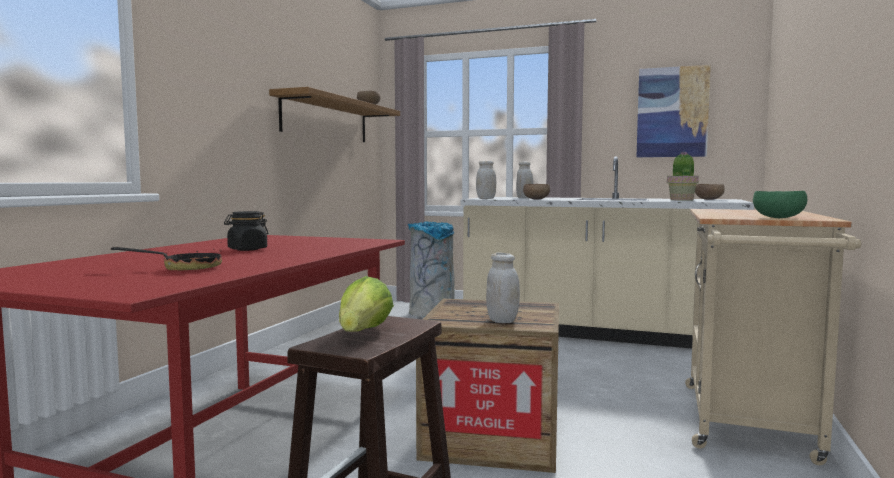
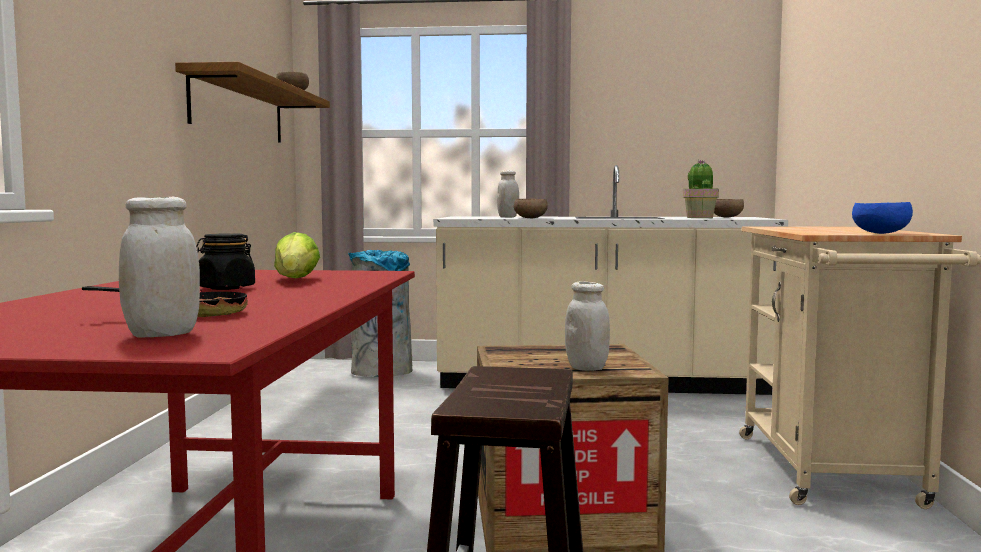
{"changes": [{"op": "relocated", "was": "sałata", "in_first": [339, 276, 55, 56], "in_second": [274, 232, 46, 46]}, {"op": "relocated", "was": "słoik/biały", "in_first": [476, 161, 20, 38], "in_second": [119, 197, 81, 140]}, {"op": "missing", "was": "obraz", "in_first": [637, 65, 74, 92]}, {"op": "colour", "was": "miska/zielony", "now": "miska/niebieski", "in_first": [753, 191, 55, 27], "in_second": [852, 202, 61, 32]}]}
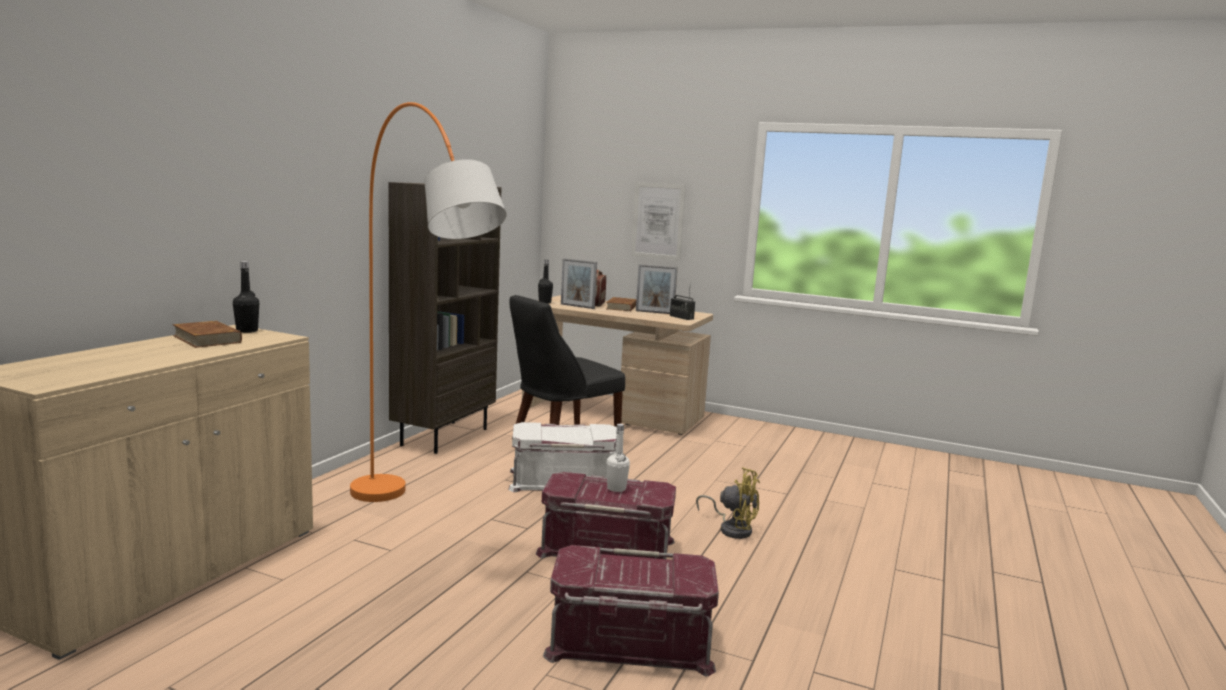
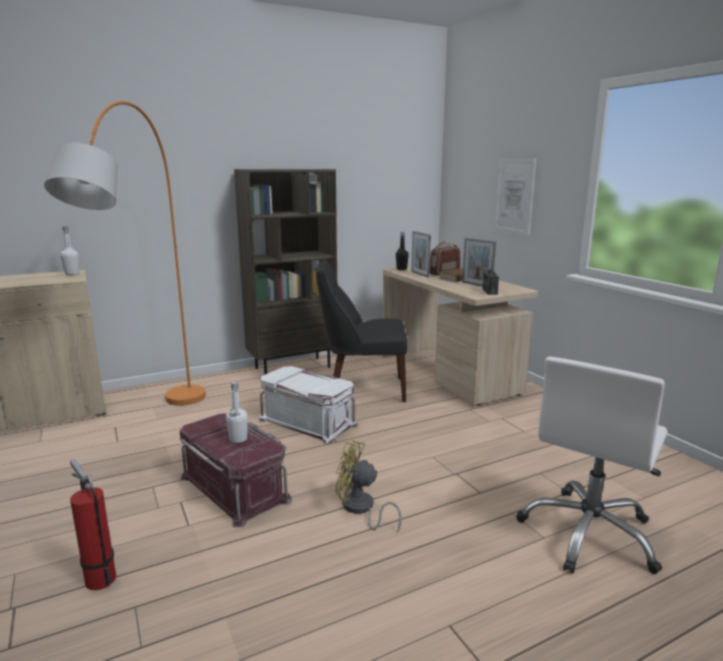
{"changes": [{"op": "missing", "was": "książka/brązowy", "in_first": [172, 321, 70, 27]}, {"op": "colour", "was": "butelka/czarny", "now": "butelka/biały", "in_first": [233, 261, 26, 72], "in_second": [60, 227, 20, 48]}, {"op": "exchanged", "was": "pojemnik do przechowywania/czerwony", "now": "gaśnica", "in_first": [543, 545, 176, 131], "in_second": [70, 459, 46, 131]}, {"op": "spun", "was": "wentylator/żółty", "in_first": [696, 467, 64, 72], "in_second": [336, 441, 66, 92], "clockwise": 135}, {"op": "appeared", "now": "krzesło biurowe/biały", "in_second": [516, 357, 152, 217]}]}
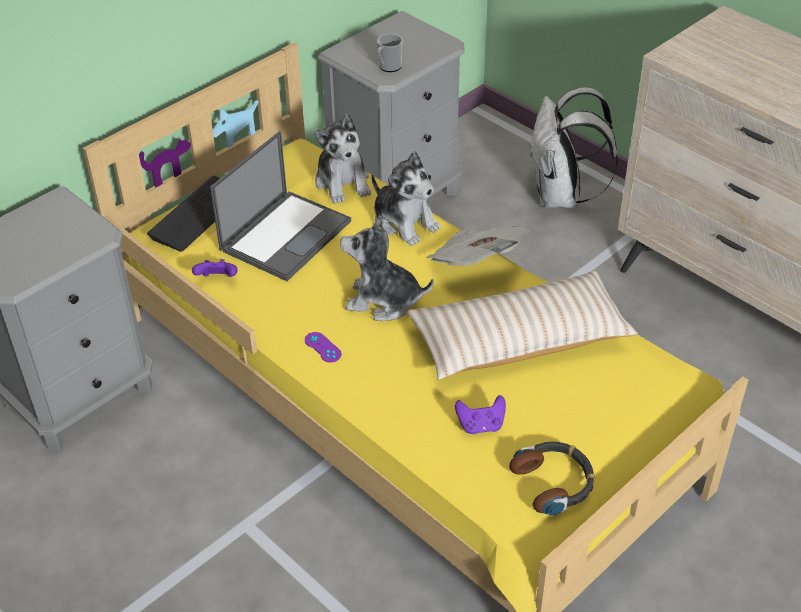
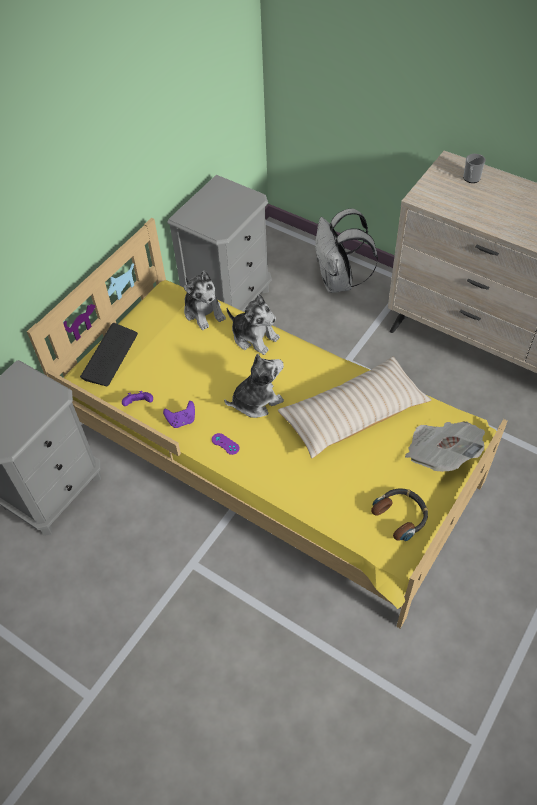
{"changes": [{"op": "missing", "was": "laptop", "in_first": [210, 131, 141, 150]}, {"op": "spun", "was": "pluszak", "in_first": [340, 215, 94, 106], "in_second": [224, 353, 60, 65], "clockwise": 150}, {"op": "relocated", "was": "kubek", "in_first": [377, 34, 26, 38], "in_second": [463, 154, 23, 29]}, {"op": "relocated", "was": "gazeta", "in_first": [427, 226, 103, 40], "in_second": [405, 421, 80, 51]}, {"op": "relocated", "was": "pad do gier/fioletowy", "in_first": [455, 395, 51, 39], "in_second": [163, 401, 32, 27]}]}
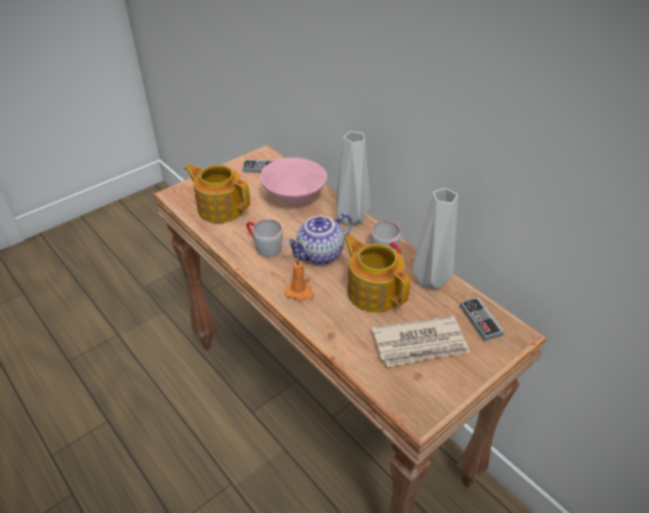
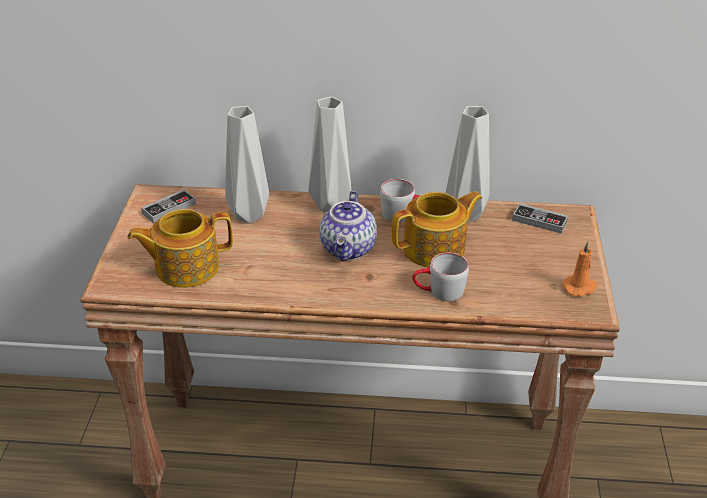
{"changes": [{"op": "relocated", "was": "kubek/szary", "in_first": [246, 219, 37, 38], "in_second": [412, 253, 57, 48]}, {"op": "exchanged", "was": "miska/różowy", "now": "wazon/szary", "in_first": [260, 158, 67, 47], "in_second": [225, 106, 44, 118]}, {"op": "relocated", "was": "świeca/pomarańczowy", "in_first": [285, 256, 29, 45], "in_second": [562, 241, 35, 56]}, {"op": "spun", "was": "imbryk", "in_first": [344, 235, 66, 77], "in_second": [392, 191, 90, 76], "clockwise": 150}, {"op": "missing", "was": "gazeta", "in_first": [372, 316, 98, 51]}]}
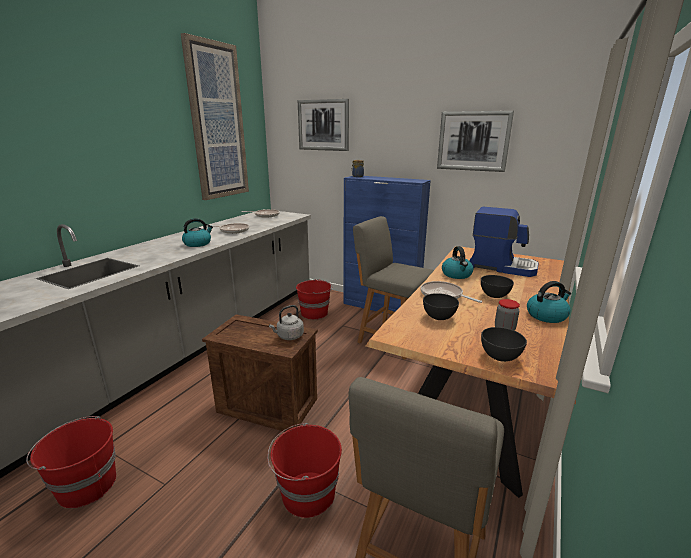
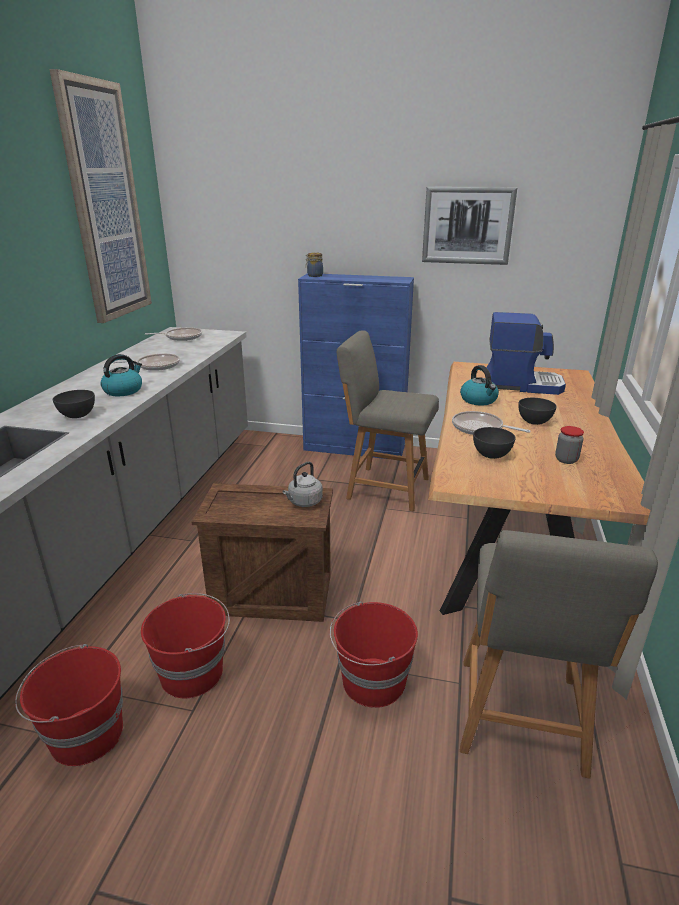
{"changes": [{"op": "relocated", "was": "wiadro/czerwony", "in_first": [296, 279, 37, 40], "in_second": [141, 593, 89, 105]}, {"op": "missing", "was": "obraz", "in_first": [298, 99, 51, 52]}, {"op": "relocated", "was": "miska/szary", "in_first": [481, 327, 46, 35], "in_second": [53, 390, 42, 28]}, {"op": "missing", "was": "czajnik", "in_first": [527, 281, 44, 42]}]}
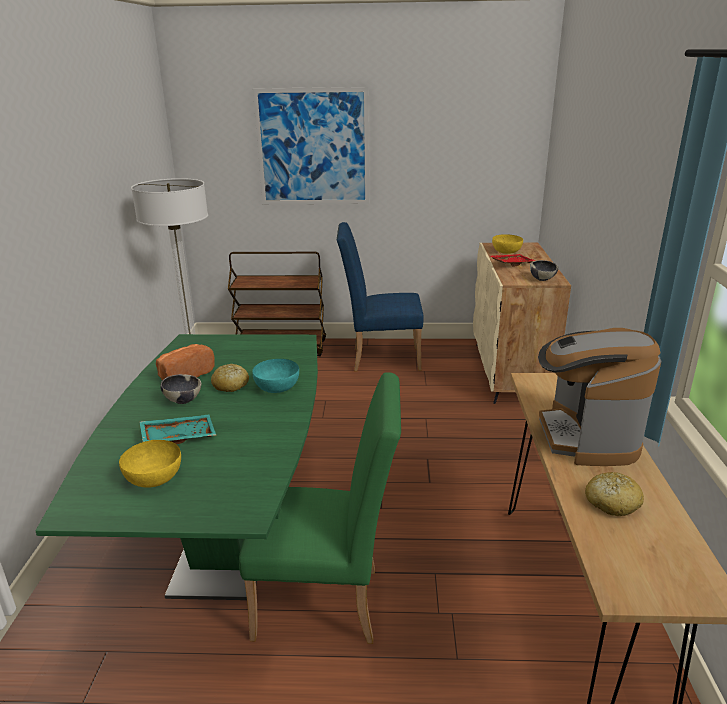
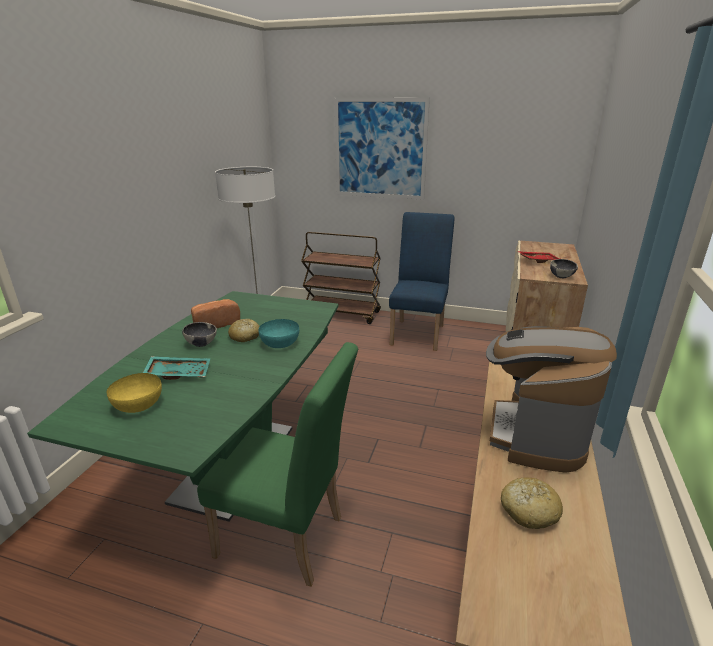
{"changes": [{"op": "spun", "was": "krzesło/niebieski", "in_first": [337, 222, 87, 150], "in_second": [389, 212, 65, 139], "clockwise": 90}, {"op": "missing", "was": "miska/żółty", "in_first": [492, 234, 31, 20]}]}
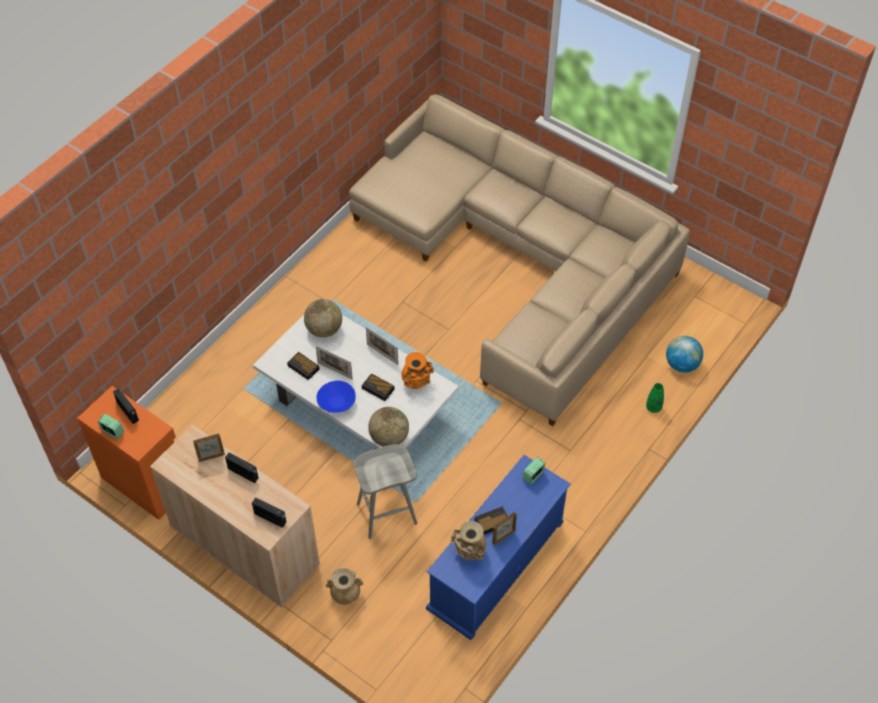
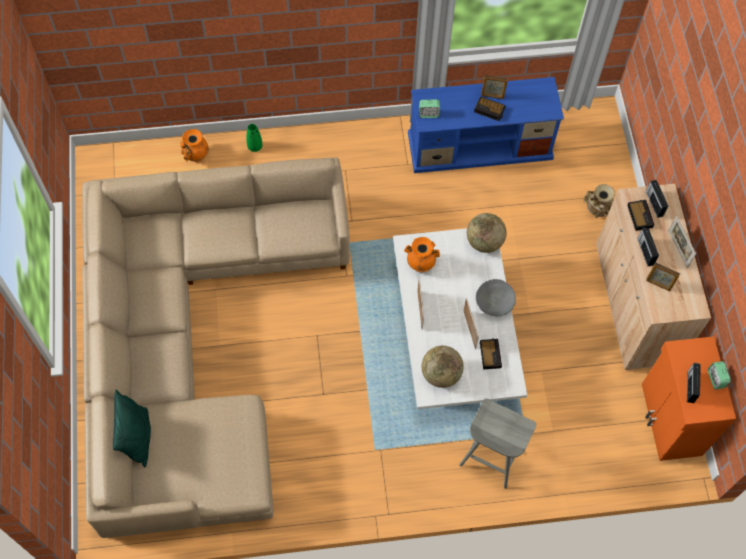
{"changes": [{"op": "colour", "was": "miska/niebieski", "now": "miska/szary", "in_first": [316, 380, 40, 33], "in_second": [476, 279, 40, 37]}, {"op": "relocated", "was": "stołek/szary", "in_first": [354, 444, 63, 95], "in_second": [459, 399, 77, 90]}, {"op": "relocated", "was": "budzik", "in_first": [362, 373, 33, 28], "in_second": [627, 200, 27, 31]}, {"op": "missing", "was": "wazon/beżowy", "in_first": [451, 521, 36, 40]}, {"op": "exchanged", "was": "globus", "now": "wazon/pomarańczowy", "in_first": [666, 336, 37, 37], "in_second": [180, 129, 29, 33]}, {"op": "appeared", "now": "poduszka/zielony", "in_second": [113, 390, 38, 77]}, {"op": "appeared", "now": "ramka na zdjęcie", "in_second": [668, 216, 28, 52]}]}
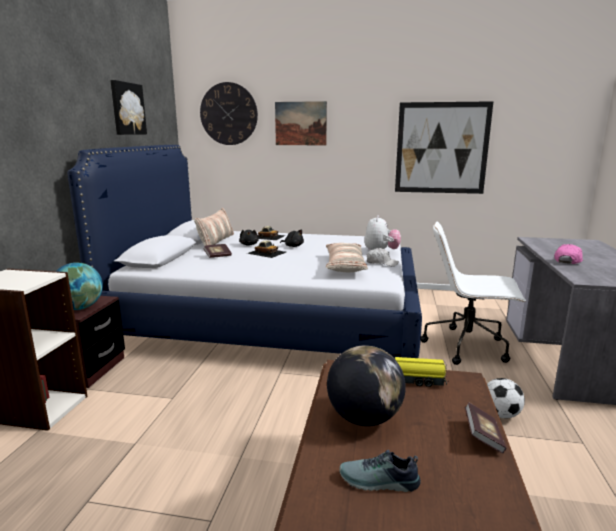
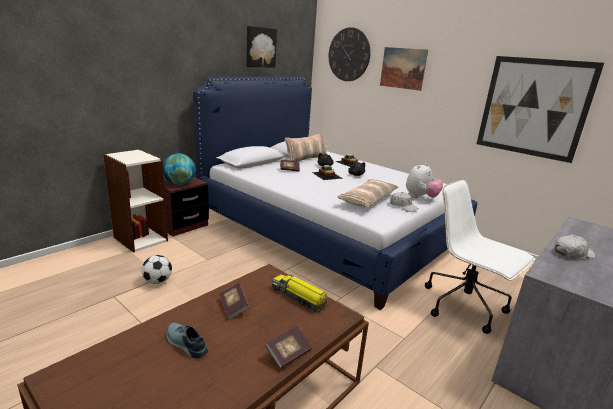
{"changes": [{"op": "exchanged", "was": "globus", "now": "książka", "in_first": [327, 345, 79, 81], "in_second": [219, 283, 30, 37]}, {"op": "relocated", "was": "piłka futbolowa", "in_first": [487, 378, 38, 41], "in_second": [141, 255, 31, 29]}, {"op": "colour", "was": "czapka z daszkiem/różowy", "now": "czapka z daszkiem/biały", "in_first": [554, 244, 29, 20], "in_second": [554, 234, 41, 24]}]}
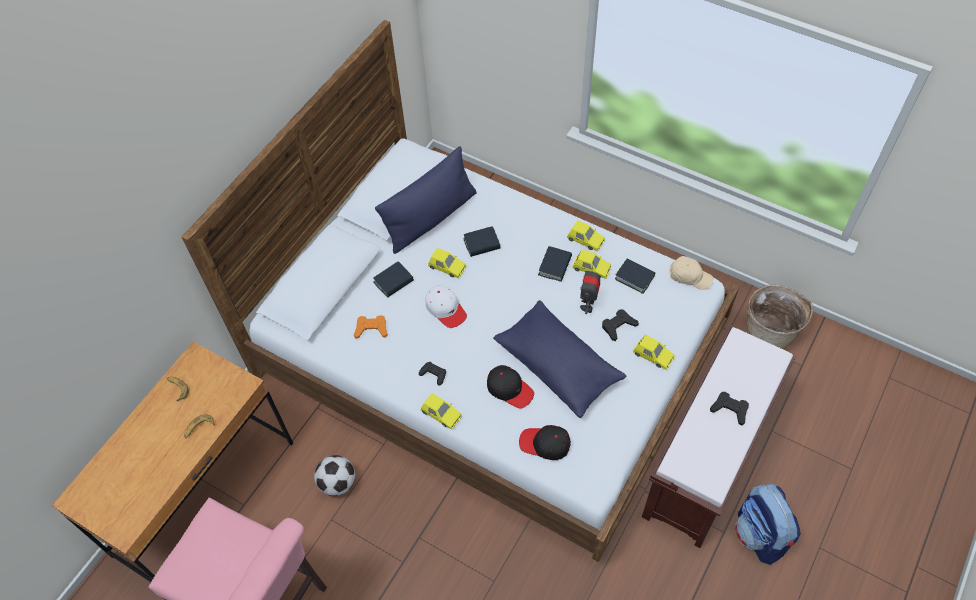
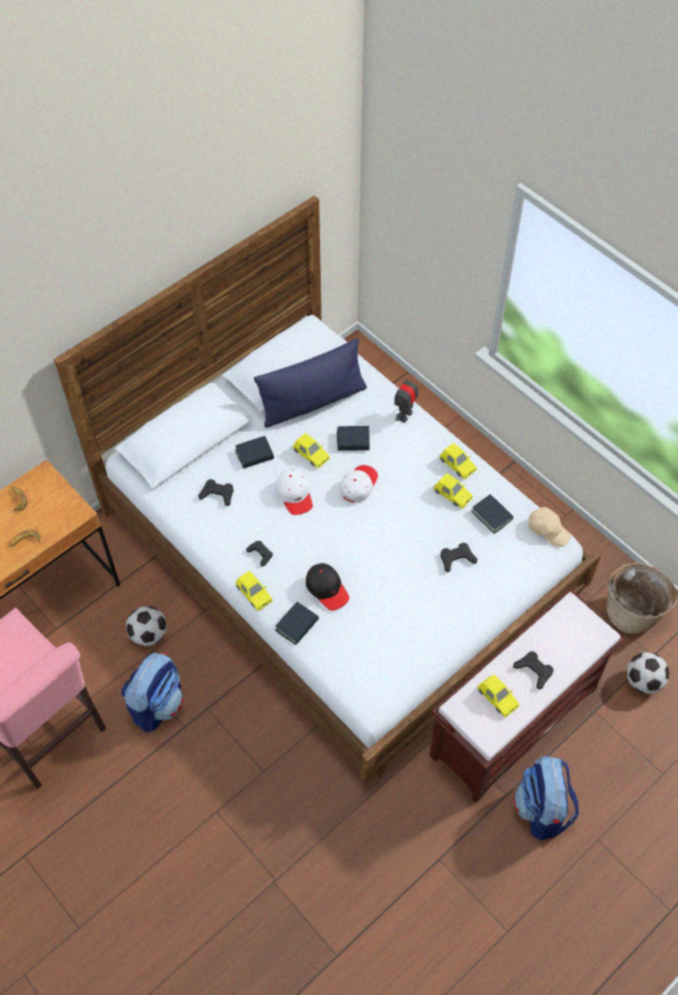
{"changes": [{"op": "colour", "was": "pad do gier/pomarańczowy", "now": "pad do gier/czarny", "in_first": [354, 315, 34, 23], "in_second": [198, 479, 35, 27]}, {"op": "missing", "was": "poduszka/niebieski", "in_first": [493, 300, 134, 118]}, {"op": "missing", "was": "czapka z daszkiem/czarny", "in_first": [519, 425, 52, 35]}, {"op": "relocated", "was": "książka", "in_first": [538, 246, 34, 36], "in_second": [275, 602, 44, 43]}, {"op": "relocated", "was": "robot zabawkowy", "in_first": [580, 262, 20, 52], "in_second": [394, 372, 24, 51]}, {"op": "relocated", "was": "samochodzik/żółty", "in_first": [633, 335, 42, 35], "in_second": [477, 674, 42, 44]}, {"op": "appeared", "now": "plecak", "in_second": [121, 653, 62, 79]}, {"op": "appeared", "now": "czapka z daszkiem/biały", "in_second": [340, 465, 38, 38]}, {"op": "appeared", "now": "piłka futbolowa", "in_second": [627, 652, 42, 42]}]}
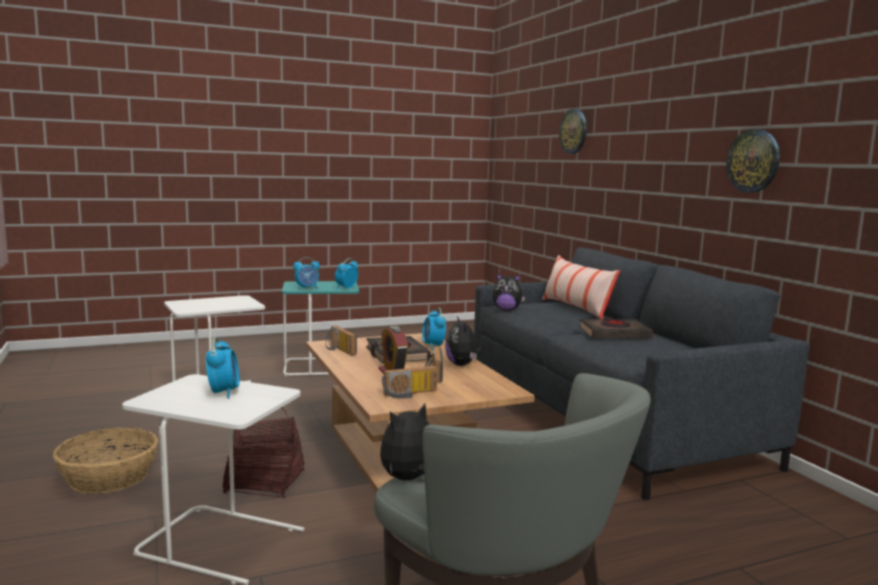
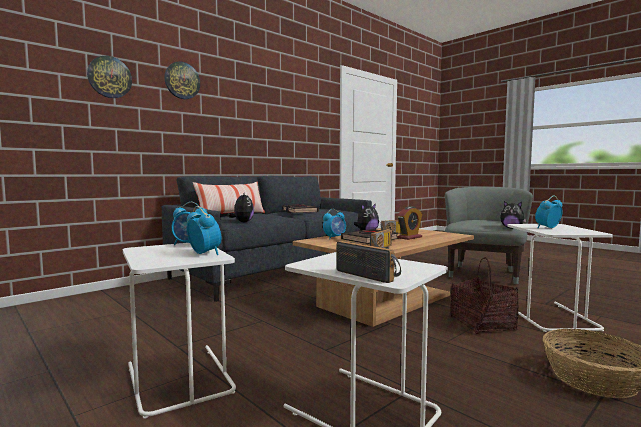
{"changes": [{"op": "colour", "was": "stolik/turkusowy", "now": "stolik/biały", "in_first": [282, 281, 77, 95], "in_second": [123, 243, 113, 176]}, {"op": "relocated", "was": "radio", "in_first": [382, 366, 56, 33], "in_second": [337, 241, 64, 42]}, {"op": "relocated", "was": "zegar ścienny", "in_first": [726, 129, 54, 64], "in_second": [164, 62, 36, 37]}]}
